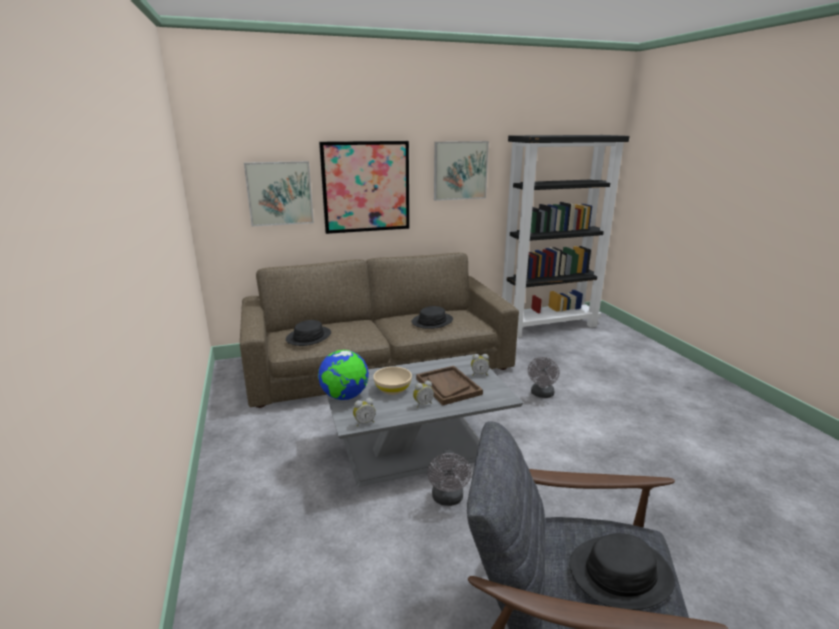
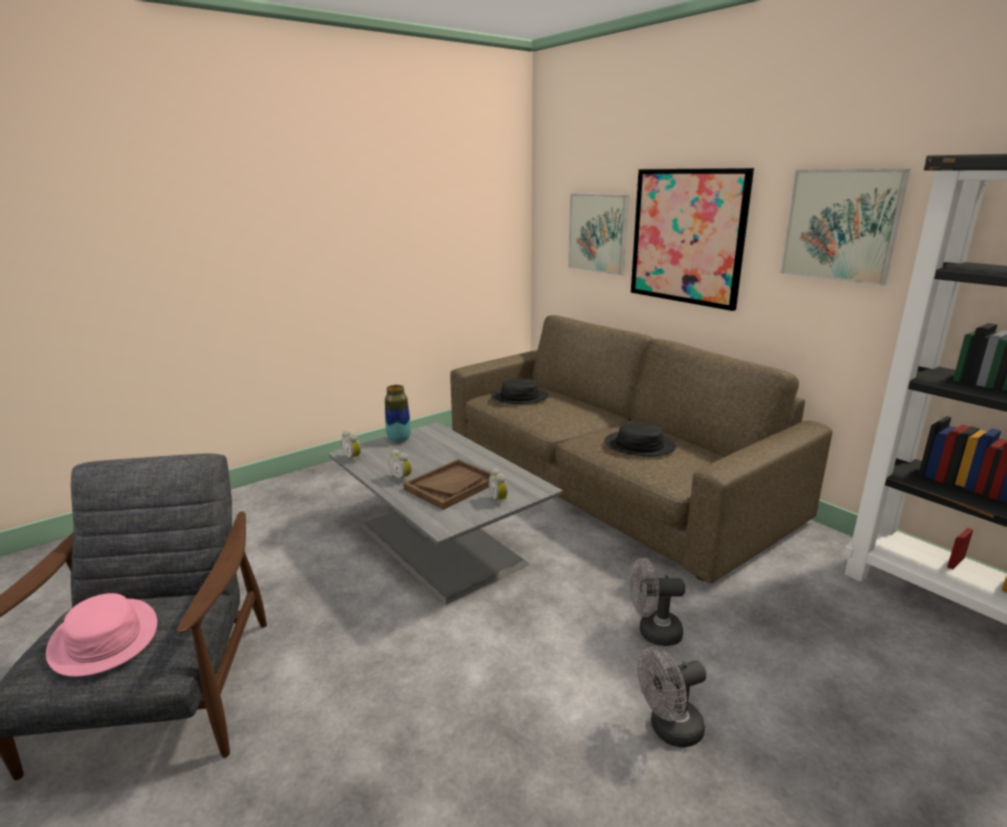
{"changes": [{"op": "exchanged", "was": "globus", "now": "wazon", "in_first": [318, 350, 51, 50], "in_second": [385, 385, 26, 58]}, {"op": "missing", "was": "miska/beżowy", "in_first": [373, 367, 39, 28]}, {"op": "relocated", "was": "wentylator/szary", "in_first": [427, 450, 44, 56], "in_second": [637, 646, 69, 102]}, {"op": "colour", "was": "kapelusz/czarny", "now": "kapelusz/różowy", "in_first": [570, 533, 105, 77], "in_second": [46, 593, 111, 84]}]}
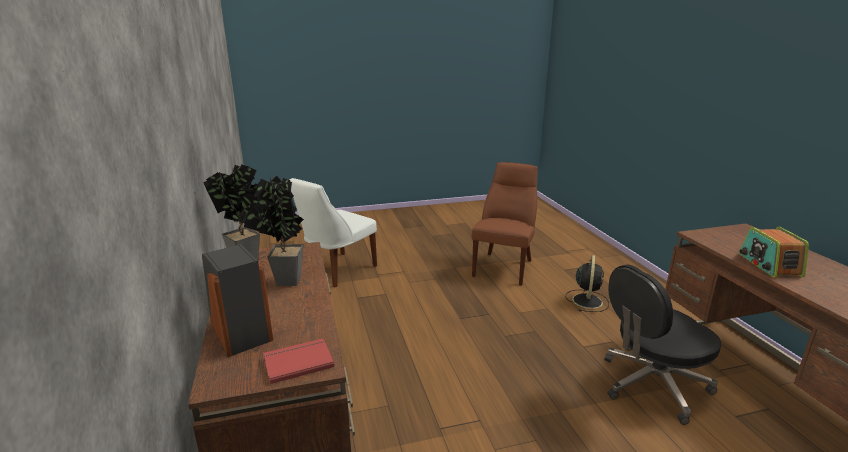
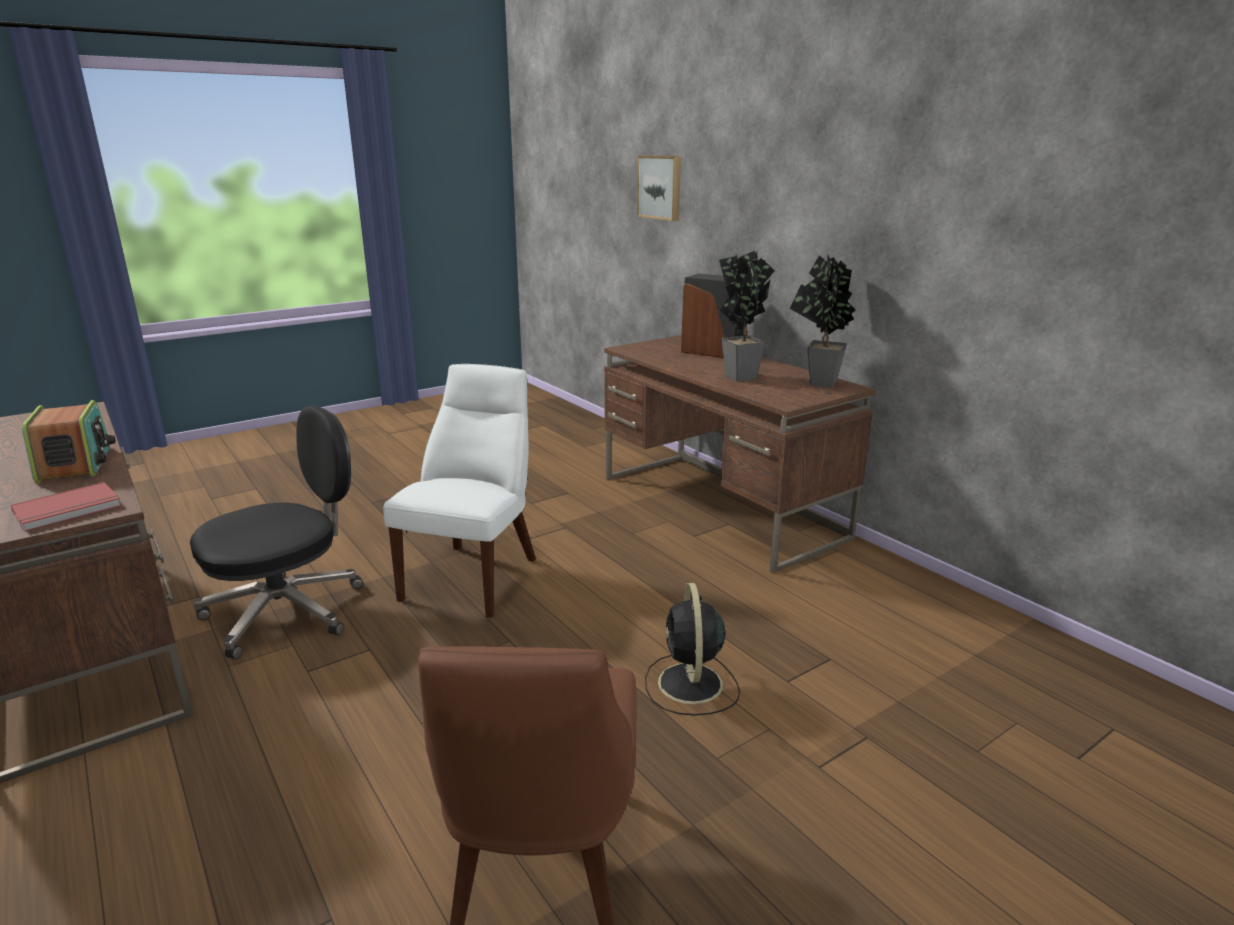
{"changes": [{"op": "relocated", "was": "książka/czerwony", "in_first": [263, 338, 71, 46], "in_second": [11, 482, 110, 50]}, {"op": "relocated", "was": "krzesło/biały", "in_first": [290, 178, 87, 109], "in_second": [383, 364, 153, 254]}, {"op": "relocated", "was": "wentylator/czarny", "in_first": [566, 255, 43, 57], "in_second": [645, 583, 95, 133]}, {"op": "appeared", "now": "obraz", "in_second": [637, 155, 44, 66]}]}
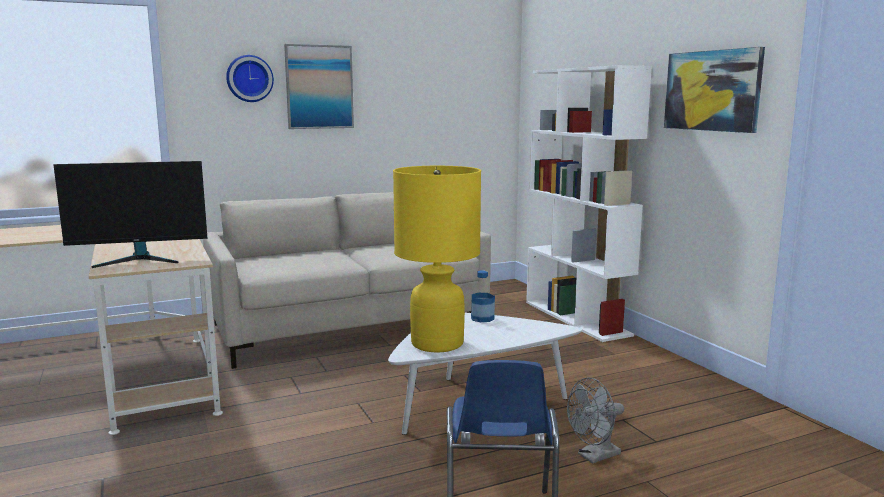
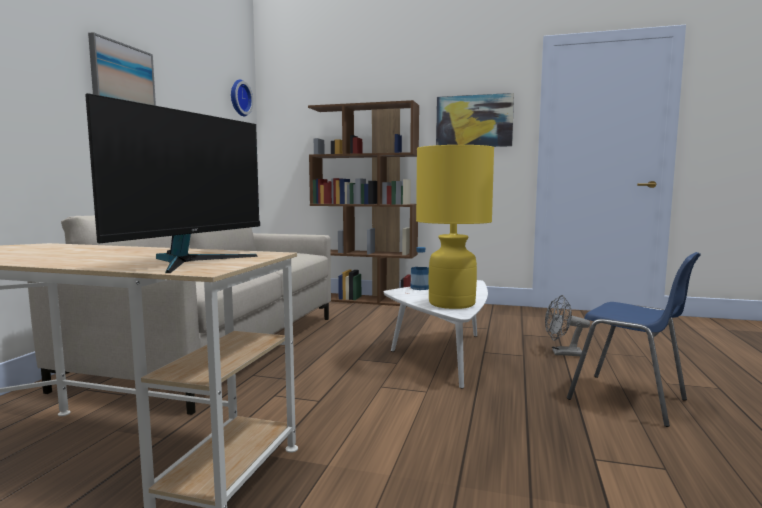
{"changes": [{"op": "relocated", "was": "zegar ścienny", "in_first": [226, 55, 48, 47], "in_second": [231, 79, 22, 37]}, {"op": "colour", "was": "regał/biały", "now": "regał/brązowy", "in_first": [526, 65, 126, 277], "in_second": [308, 100, 111, 207]}, {"op": "spun", "was": "wentylator/szary", "in_first": [567, 377, 57, 87], "in_second": [545, 295, 45, 62], "clockwise": 90}]}
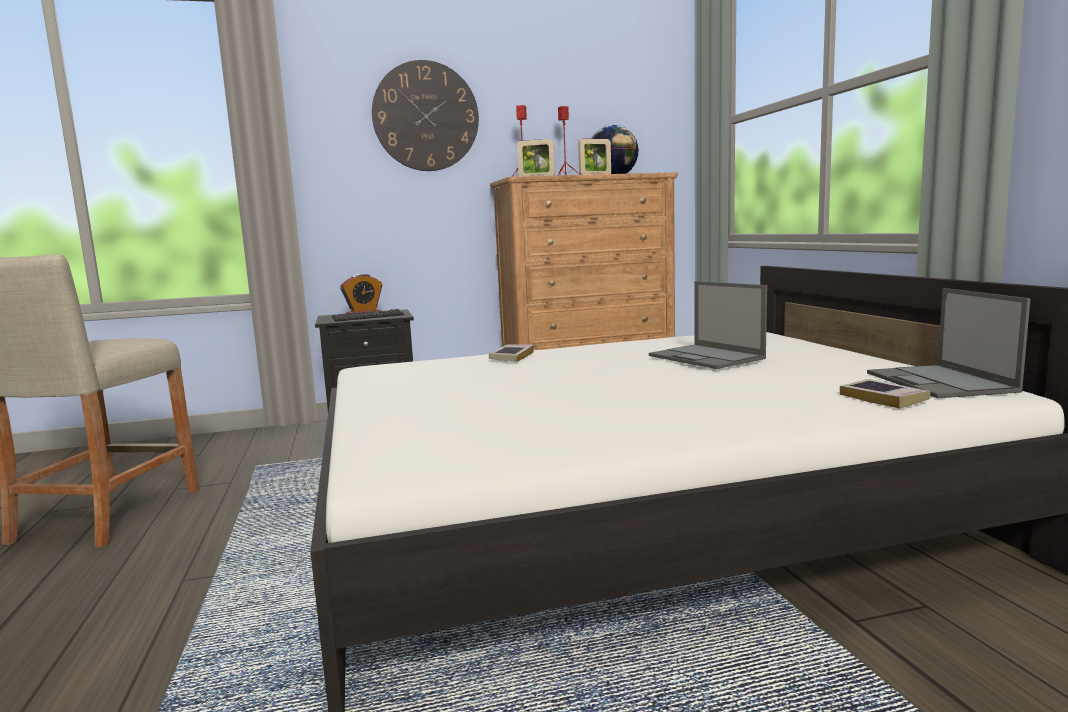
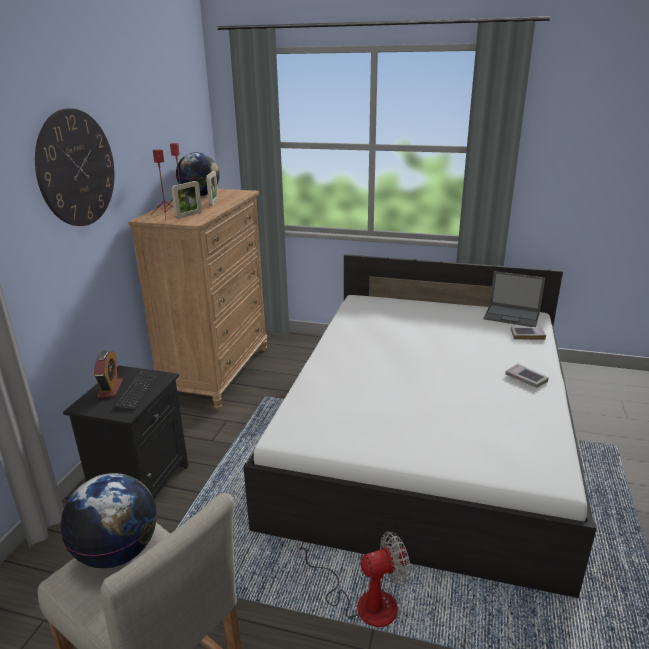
{"changes": [{"op": "relocated", "was": "książka", "in_first": [489, 344, 45, 18], "in_second": [505, 364, 44, 24]}, {"op": "missing", "was": "laptop", "in_first": [649, 281, 118, 88]}, {"op": "appeared", "now": "globus", "in_second": [60, 473, 97, 95]}, {"op": "appeared", "now": "wentylator", "in_second": [297, 531, 114, 96]}]}
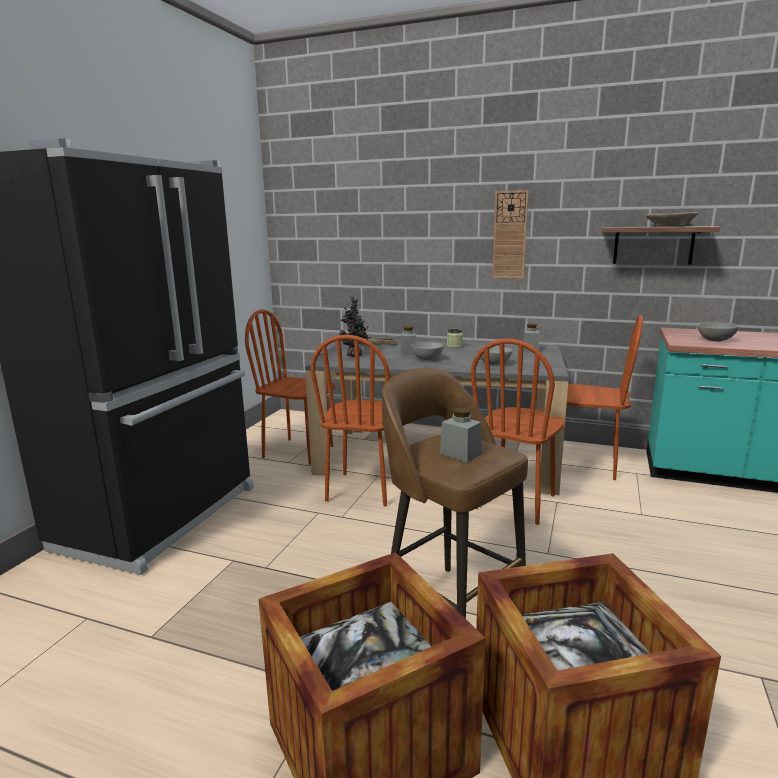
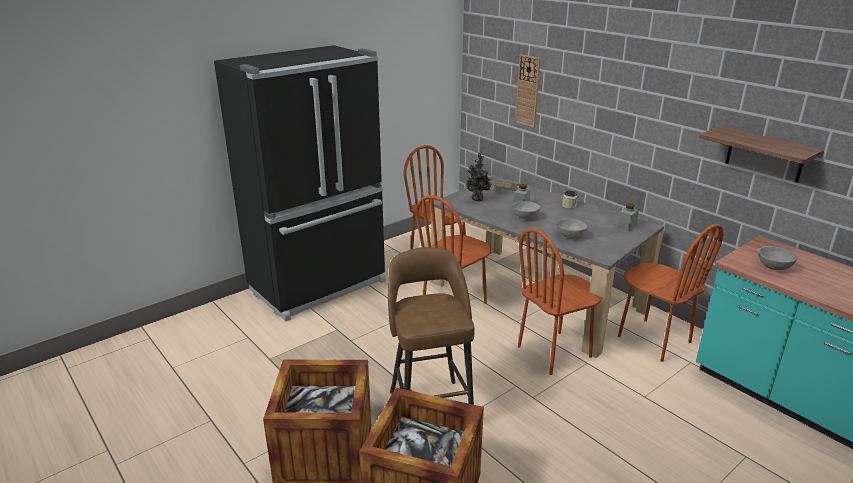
{"changes": [{"op": "missing", "was": "słoik/szary", "in_first": [440, 407, 42, 56]}, {"op": "relocated", "was": "zegar ścienny", "in_first": [492, 190, 36, 89], "in_second": [515, 54, 26, 74]}, {"op": "missing", "was": "miska/beżowy", "in_first": [645, 212, 54, 15]}]}
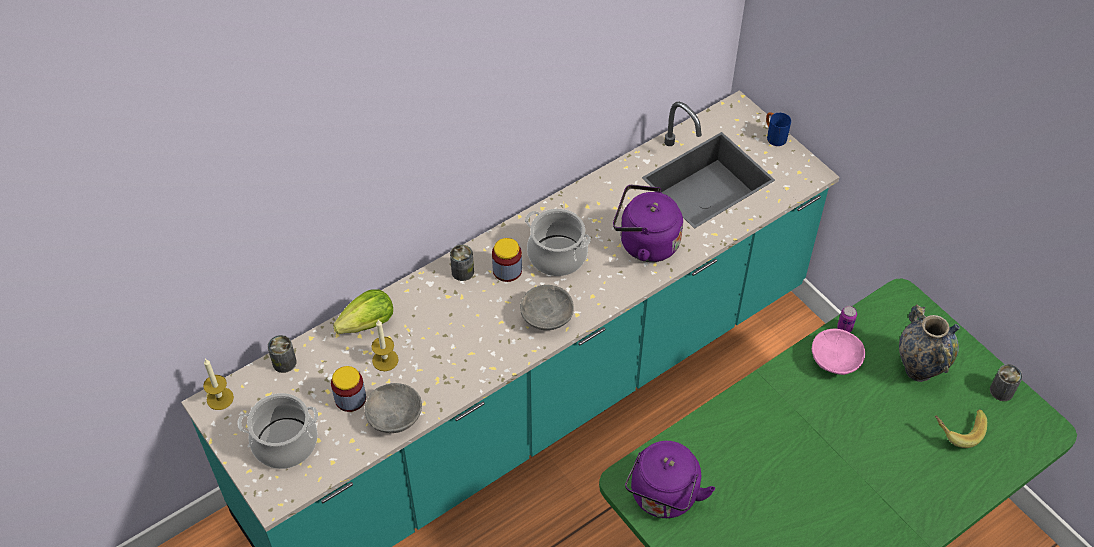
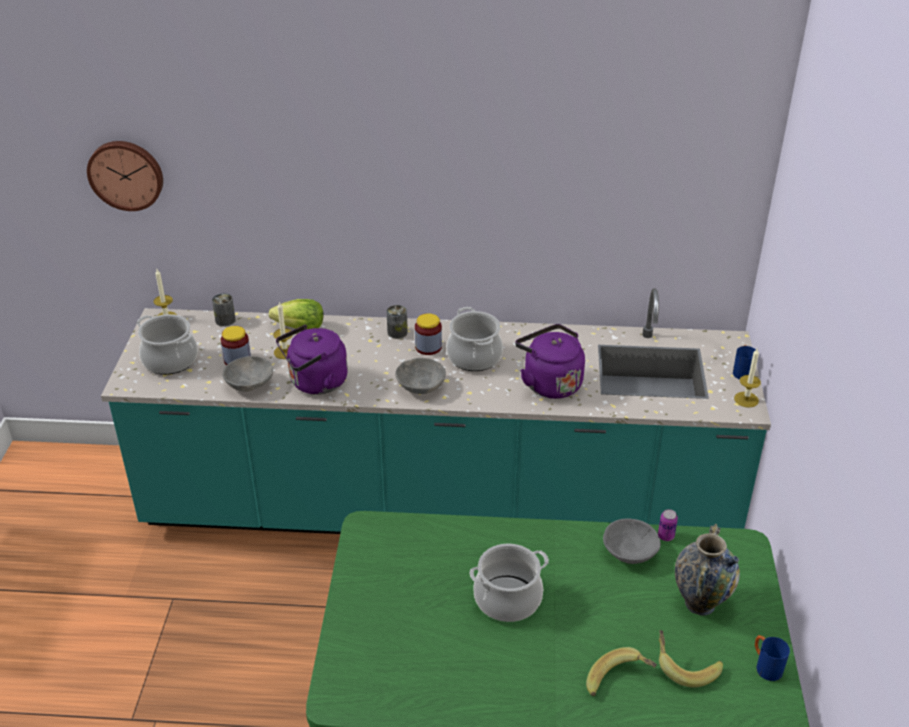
{"changes": [{"op": "relocated", "was": "czajnik/fioletowy", "in_first": [625, 441, 90, 77], "in_second": [276, 325, 72, 70]}, {"op": "colour", "was": "miska/różowy", "now": "miska/szary", "in_first": [812, 328, 53, 47], "in_second": [603, 518, 58, 46]}, {"op": "exchanged", "was": "puszka", "now": "kubek/niebieski", "in_first": [990, 364, 33, 37], "in_second": [755, 635, 35, 46]}, {"op": "appeared", "now": "zegar ścienny", "in_second": [87, 141, 76, 70]}, {"op": "appeared", "now": "garnek", "in_second": [470, 544, 79, 78]}, {"op": "appeared", "now": "banan", "in_second": [586, 647, 71, 49]}, {"op": "appeared", "now": "świeca", "in_second": [734, 349, 27, 59]}]}
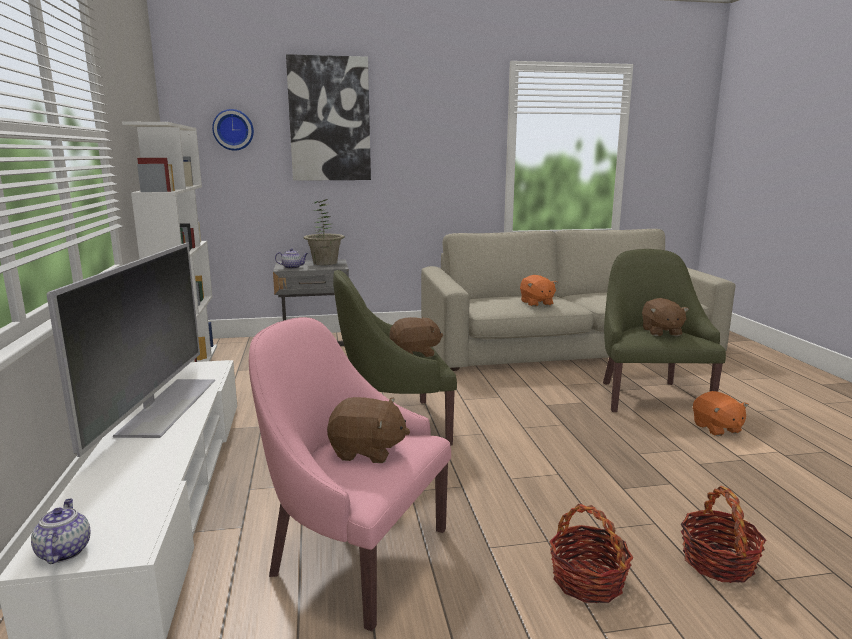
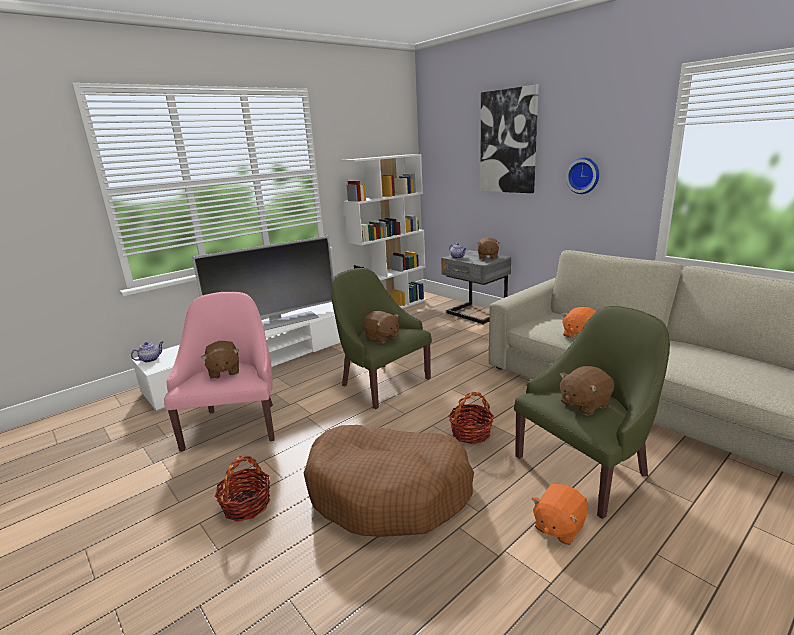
{"changes": [{"op": "relocated", "was": "zegar ścienny", "in_first": [212, 109, 42, 42], "in_second": [566, 157, 33, 37]}, {"op": "exchanged", "was": "roślina doniczkowa", "now": "pluszak/brązowy", "in_first": [303, 199, 42, 66], "in_second": [477, 237, 23, 23]}, {"op": "relocated", "was": "koszyk", "in_first": [681, 486, 85, 97], "in_second": [448, 392, 46, 52]}, {"op": "appeared", "now": "legowisko/brązowy", "in_second": [304, 425, 170, 112]}]}
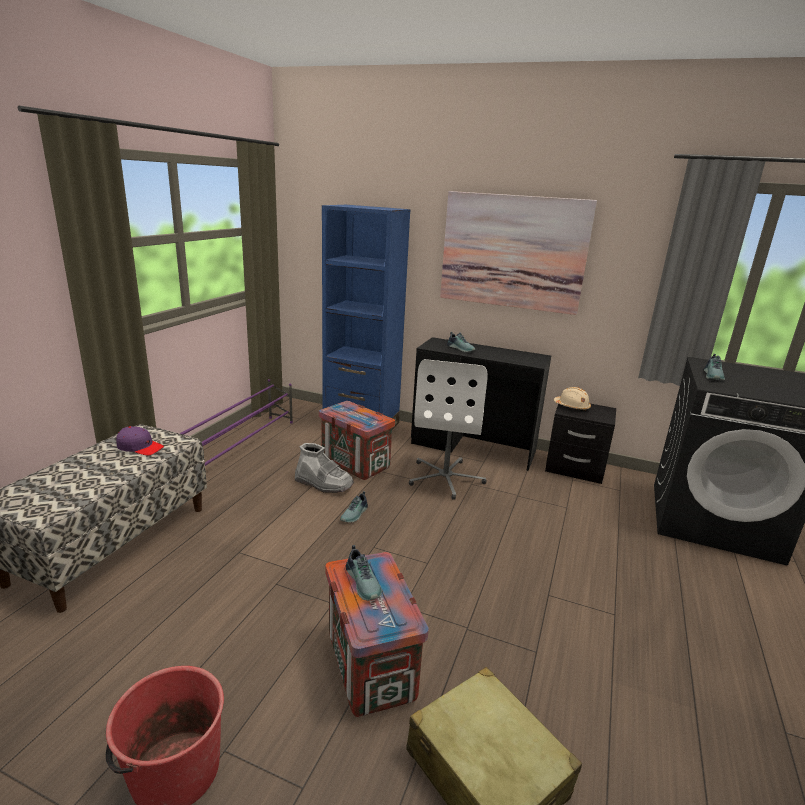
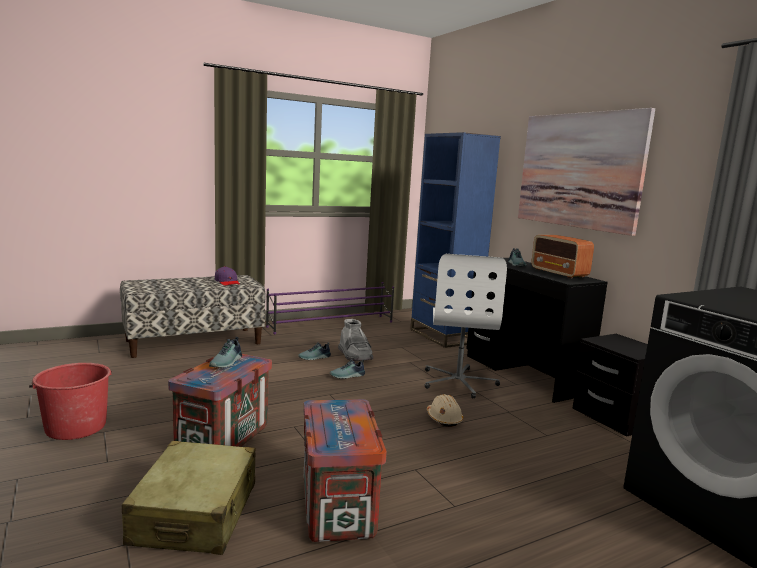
{"changes": [{"op": "relocated", "was": "skrzynka", "in_first": [319, 401, 76, 79], "in_second": [304, 399, 83, 143]}, {"op": "spun", "was": "krzesło biurowe/biały", "in_first": [409, 359, 79, 141], "in_second": [425, 254, 82, 145], "clockwise": -45}, {"op": "relocated", "was": "kask/beżowy", "in_first": [553, 387, 38, 24], "in_second": [427, 394, 36, 33]}, {"op": "relocated", "was": "but", "in_first": [704, 354, 21, 26], "in_second": [298, 342, 33, 18]}, {"op": "appeared", "now": "radio", "in_second": [531, 235, 63, 44]}]}
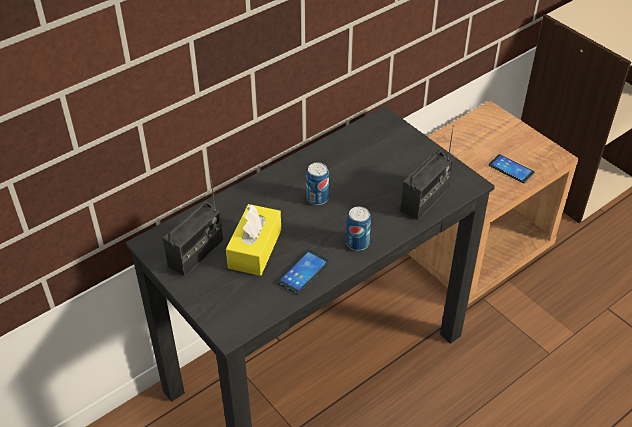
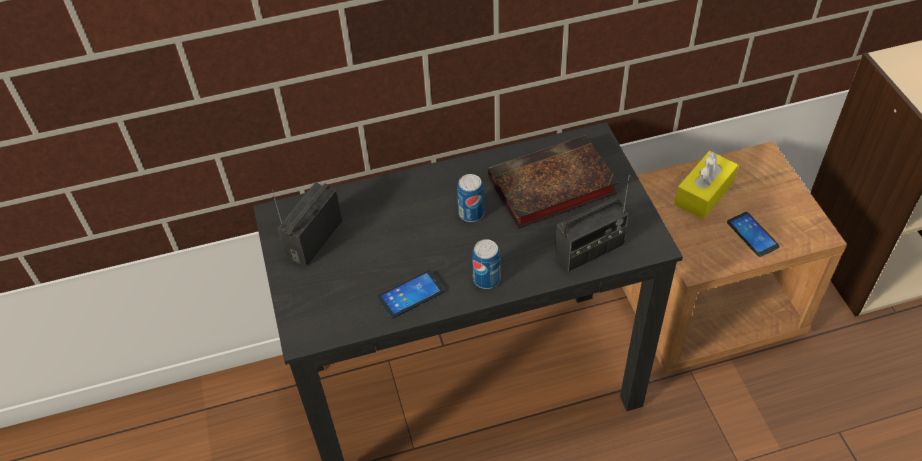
{"changes": [{"op": "spun", "was": "radio", "in_first": [163, 177, 60, 99], "in_second": [272, 182, 70, 85], "clockwise": 150}, {"op": "relocated", "was": "pudełko chusteczek/żółty", "in_first": [226, 204, 55, 72], "in_second": [674, 151, 64, 68]}, {"op": "appeared", "now": "książka", "in_second": [488, 135, 131, 94]}]}
